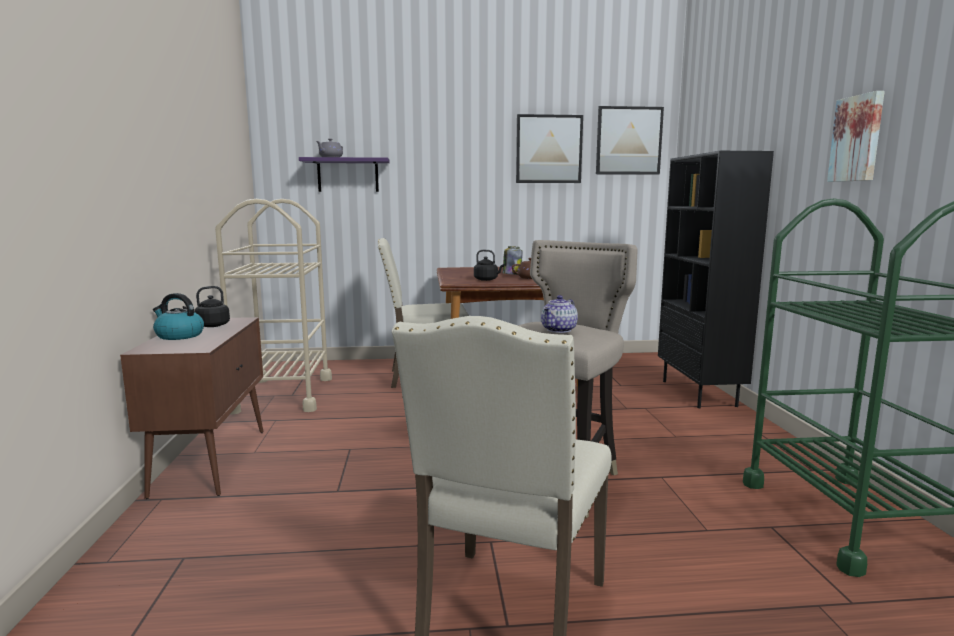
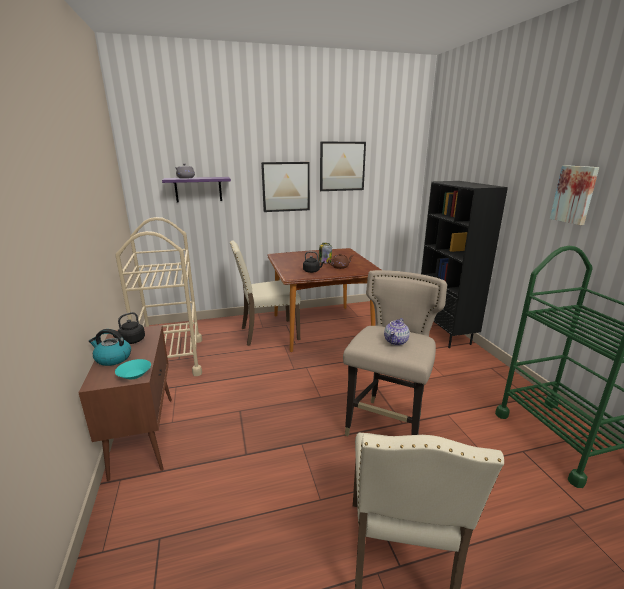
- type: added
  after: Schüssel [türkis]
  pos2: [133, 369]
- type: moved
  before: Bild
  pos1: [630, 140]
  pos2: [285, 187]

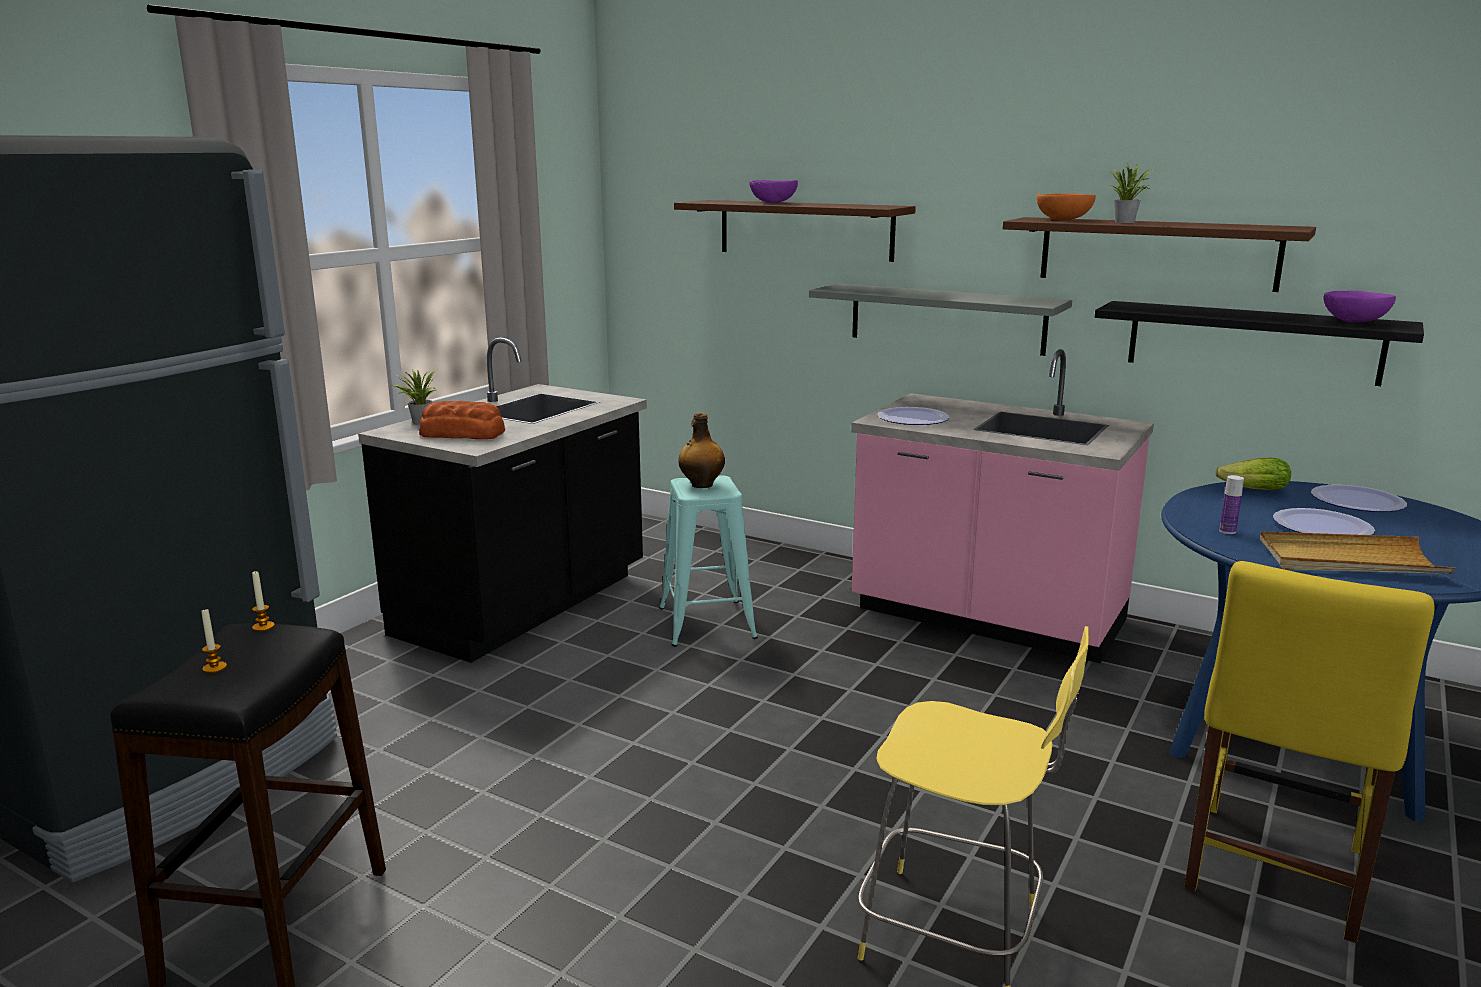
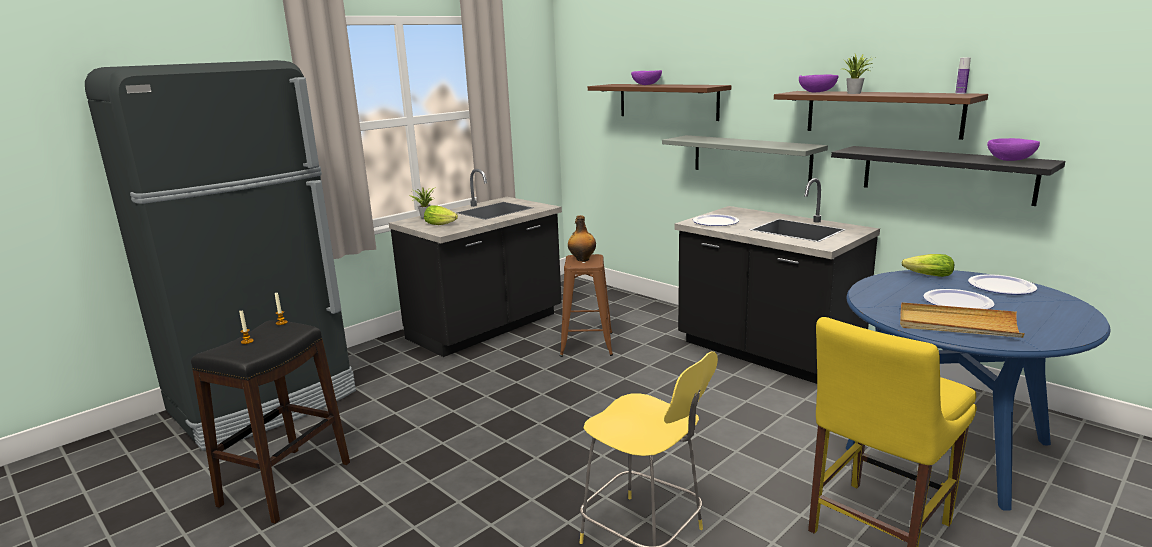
- type: replaced
  before: Brot
  after: Salatkopf
  pos1: [462, 420]
  pos2: [441, 215]
- type: recoloured
  before: Hocker [türkis]
  after: Hocker [braun]
  pos1: [708, 561]
  pos2: [586, 305]
- type: recoloured
  before: Küchenzeile [rosa]
  after: Küchenzeile [schwarz]
  pos1: [1002, 506]
  pos2: [777, 281]
- type: recoloured
  before: Schüssel [orange]
  after: Schüssel [lila]
  pos1: [1066, 206]
  pos2: [818, 83]
- type: moved
  before: Flasche
  pos1: [1231, 504]
  pos2: [963, 75]

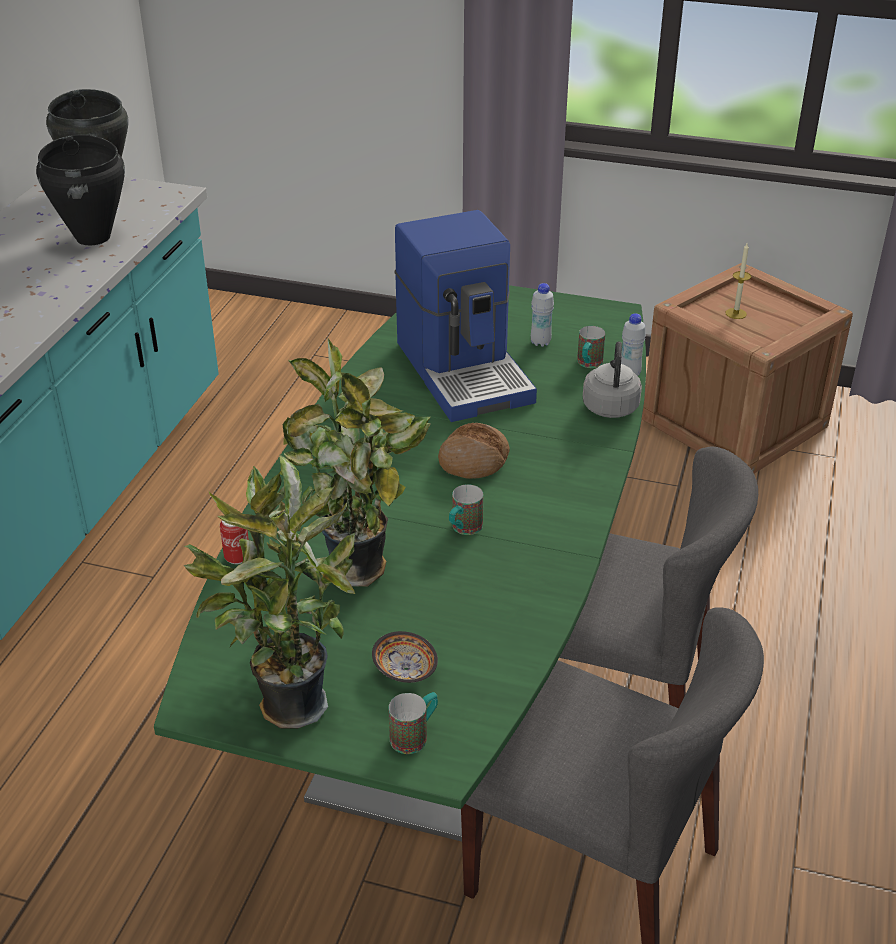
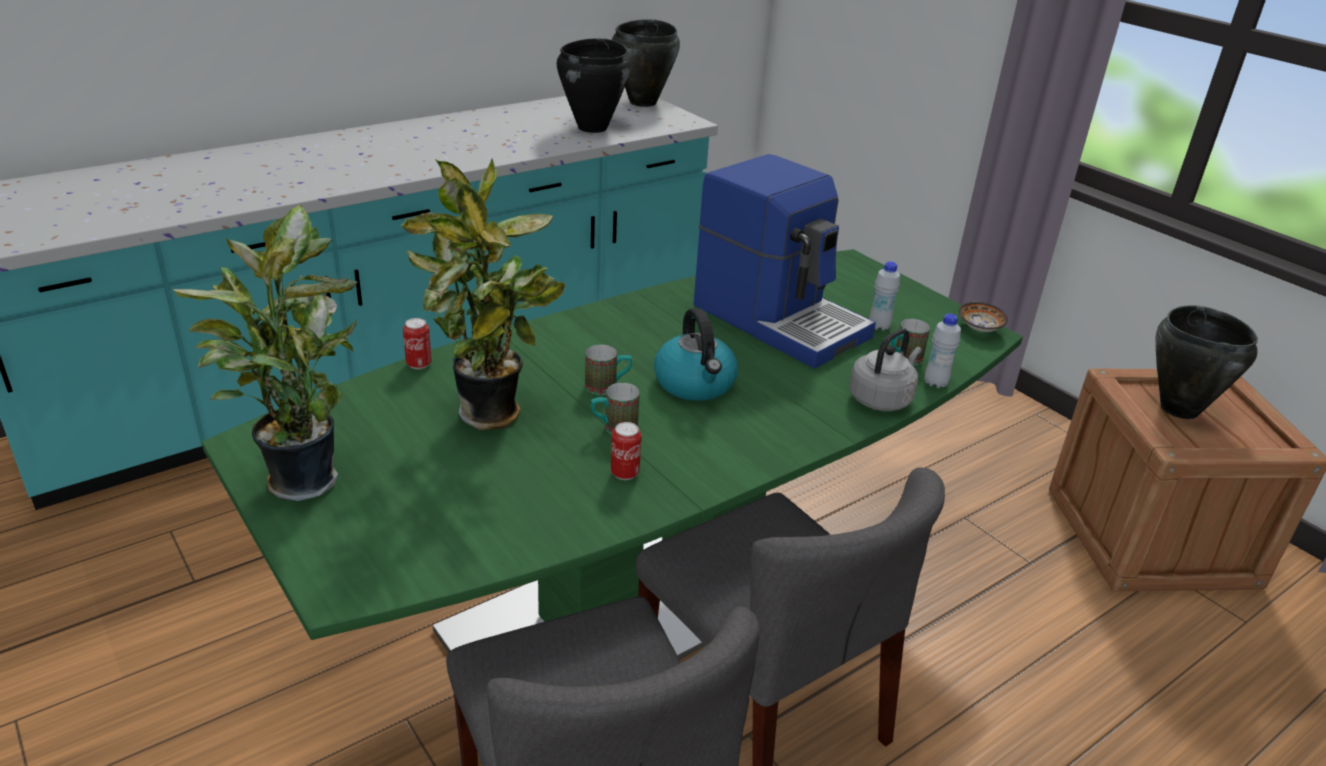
- type: moved
  before: Henkelbecher
  pos1: [413, 723]
  pos2: [608, 370]
- type: added
  after: Dose
  pos2: [626, 451]
- type: replaced
  before: Brot
  after: Wasserkessel
  pos1: [474, 451]
  pos2: [696, 354]
- type: turned
  before: Kaffeemaschine
  pos1: [466, 316]
  pos2: [784, 261]
  turn: -60
- type: moved
  before: Schüssel
  pos1: [405, 657]
  pos2: [983, 317]
- type: replaced
  before: Kerze
  after: Kochtopf [schwarz]
  pos1: [738, 281]
  pos2: [1206, 362]

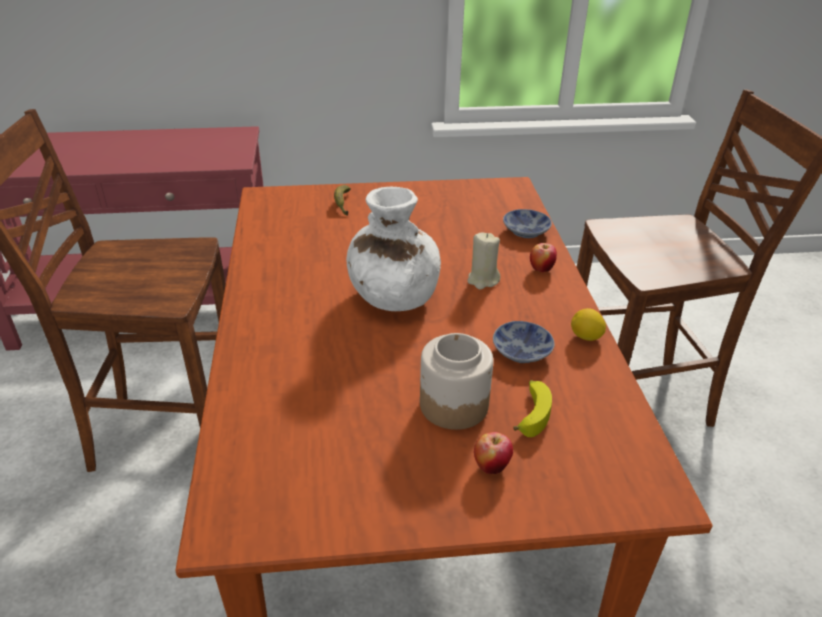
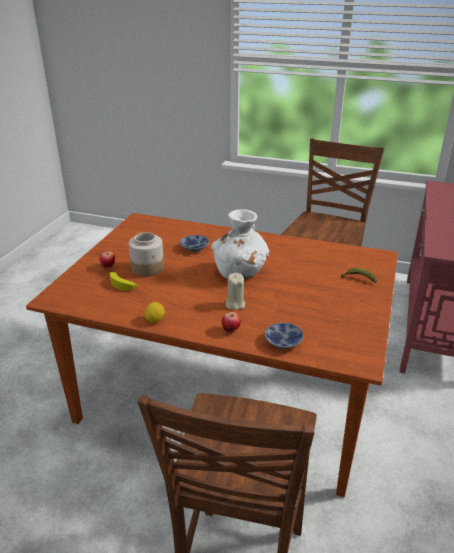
- type: moved
  before: Schüssel
  pos1: [524, 342]
  pos2: [194, 243]

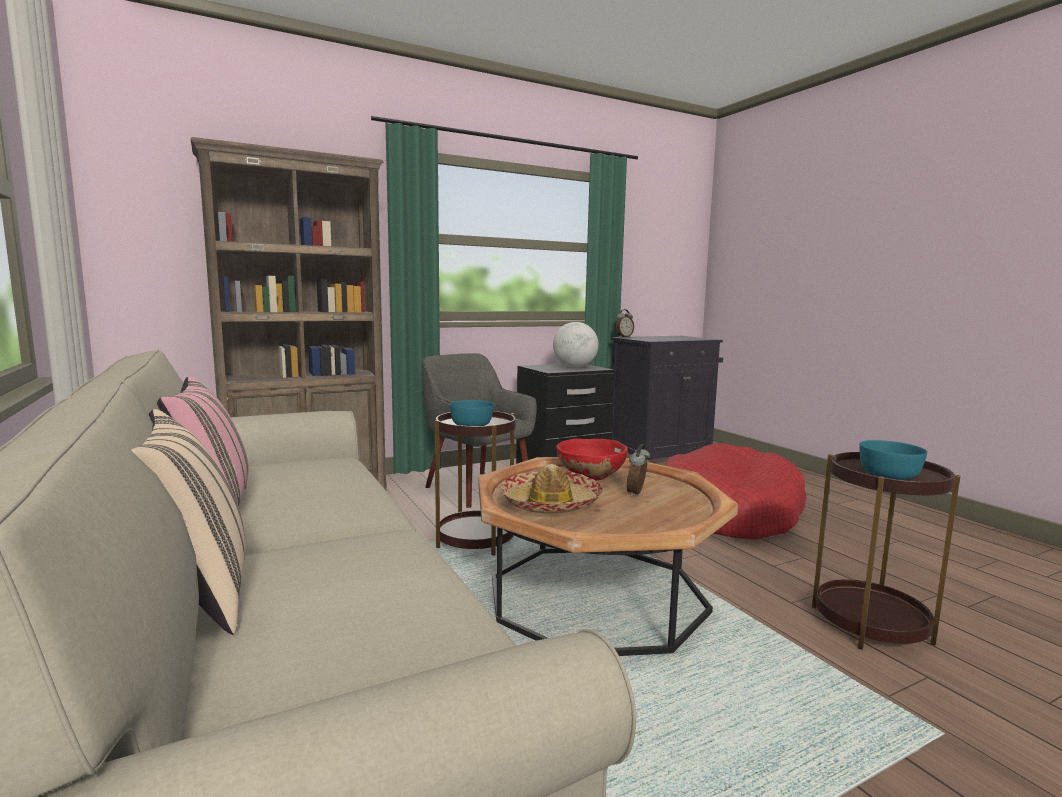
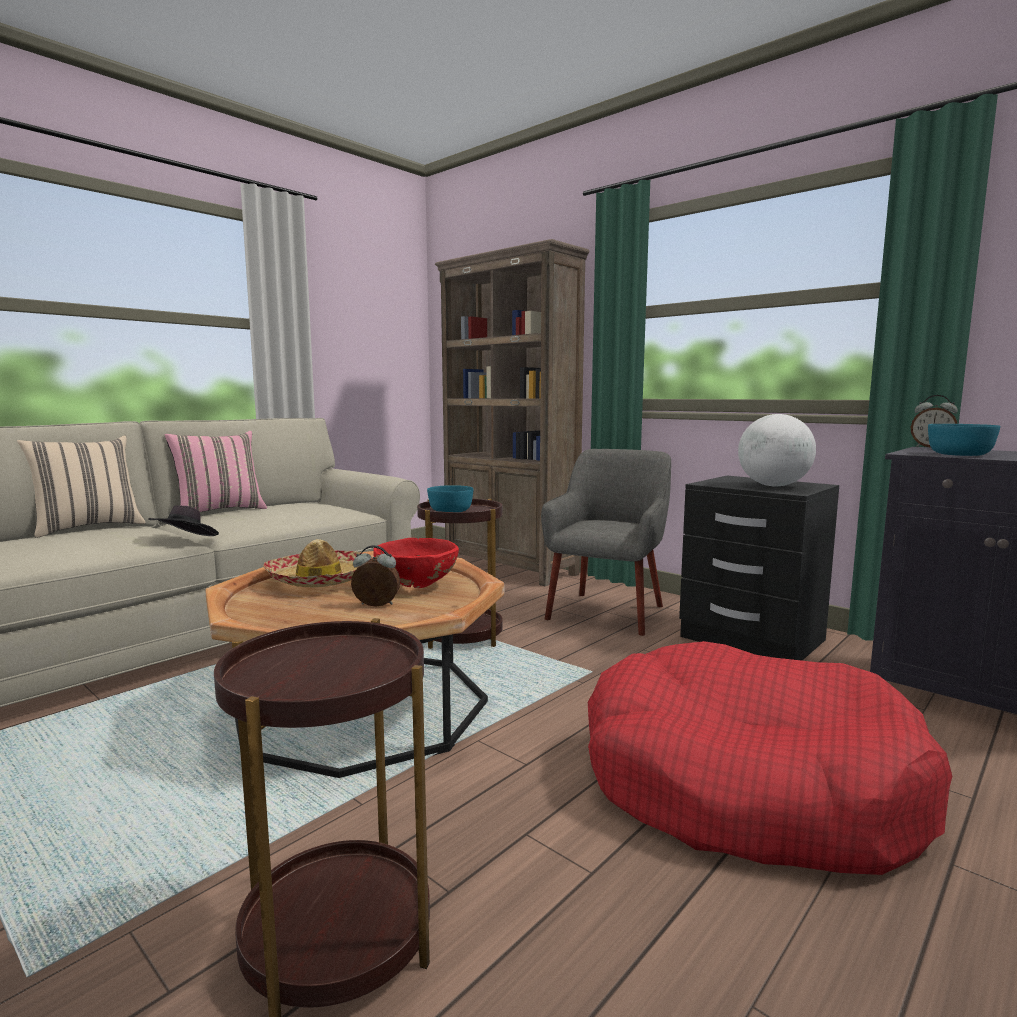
- type: added
  after: Hut [schwarz]
  pos2: [183, 521]
- type: moved
  before: Schüssel [türkis]
  pos1: [893, 460]
  pos2: [964, 440]

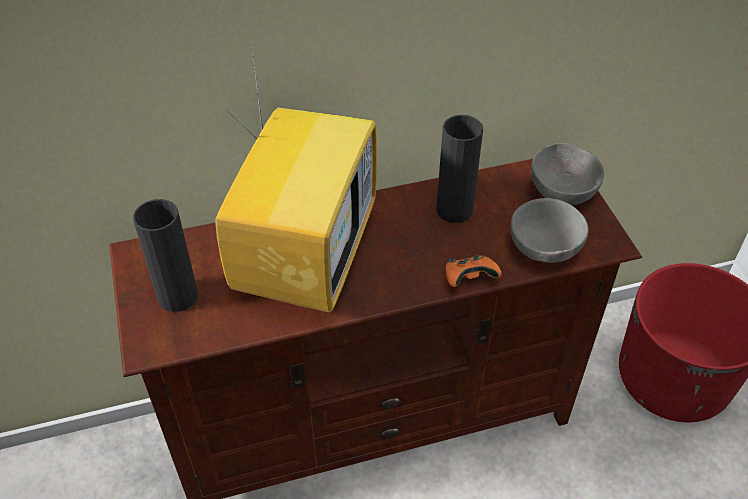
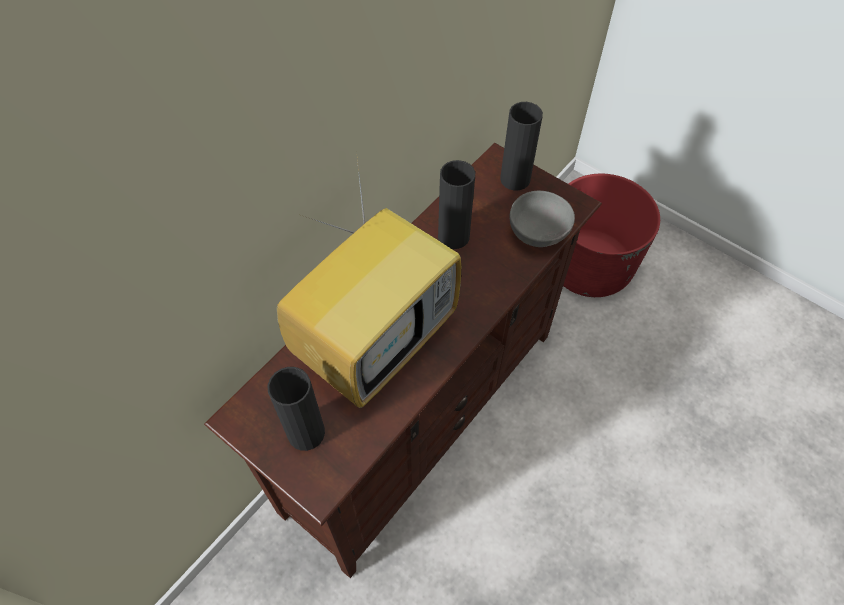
- type: turned
  before: Fernseher
  pos1: [296, 173]
  pos2: [369, 283]
  turn: 60
- type: replaced
  before: Schüssel [grau]
  after: Vase [schwarz]
  pos1: [567, 174]
  pos2: [521, 146]
- type: removed
  before: Gamepad [orange]
  pos1: [473, 271]

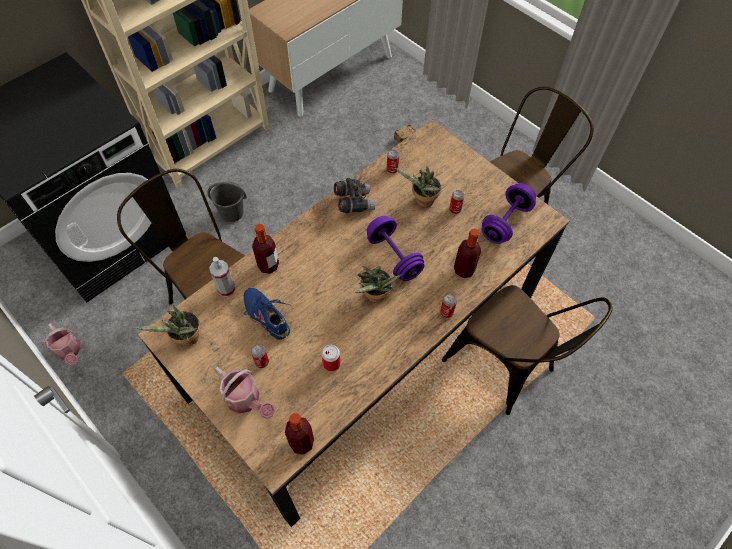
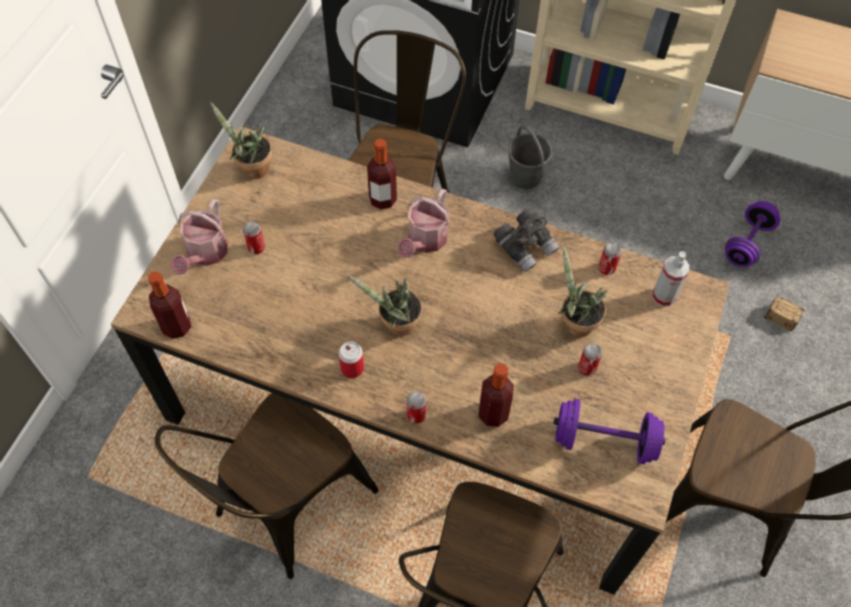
- type: added
  after: Stuhl [braun]
  pos2: [266, 486]
- type: moved
  before: Dose
  pos1: [331, 358]
  pos2: [351, 359]
- type: moved
  before: Gießkanne
  pos1: [62, 344]
  pos2: [423, 223]
- type: moved
  before: Sprühflasche
  pos1: [222, 277]
  pos2: [671, 279]
- type: moved
  before: Hantel [lila]
  pos1: [395, 248]
  pos2: [752, 234]
- type: removed
  before: Schuh [blau]
  pos1: [266, 313]

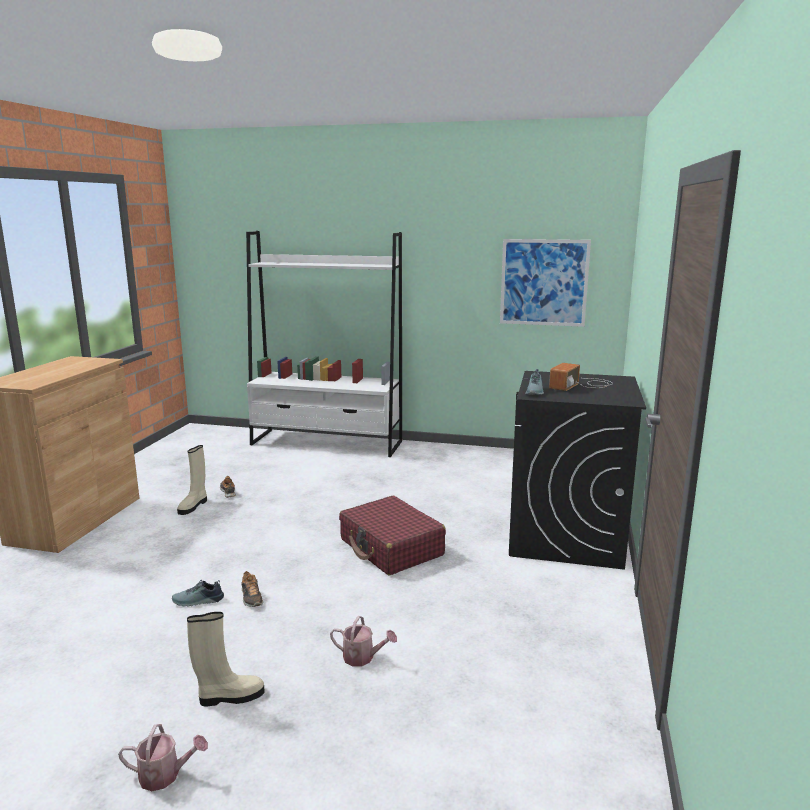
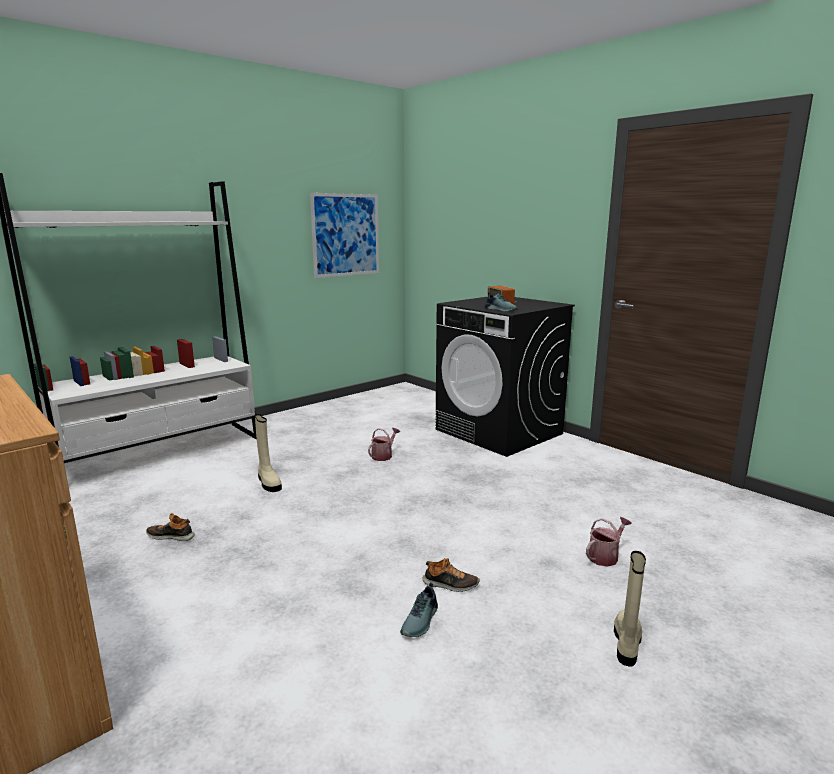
- type: moved
  before: Stiefel [beige]
  pos1: [192, 480]
  pos2: [268, 453]
- type: moved
  before: Gießkanne
  pos1: [163, 757]
  pos2: [384, 444]
- type: removed
  before: Koffer [rot]
  pos1: [392, 535]

